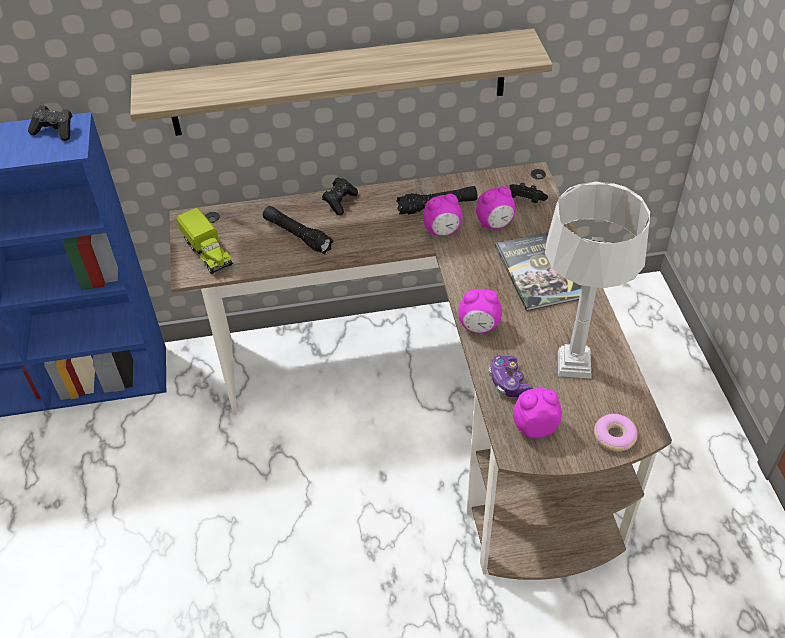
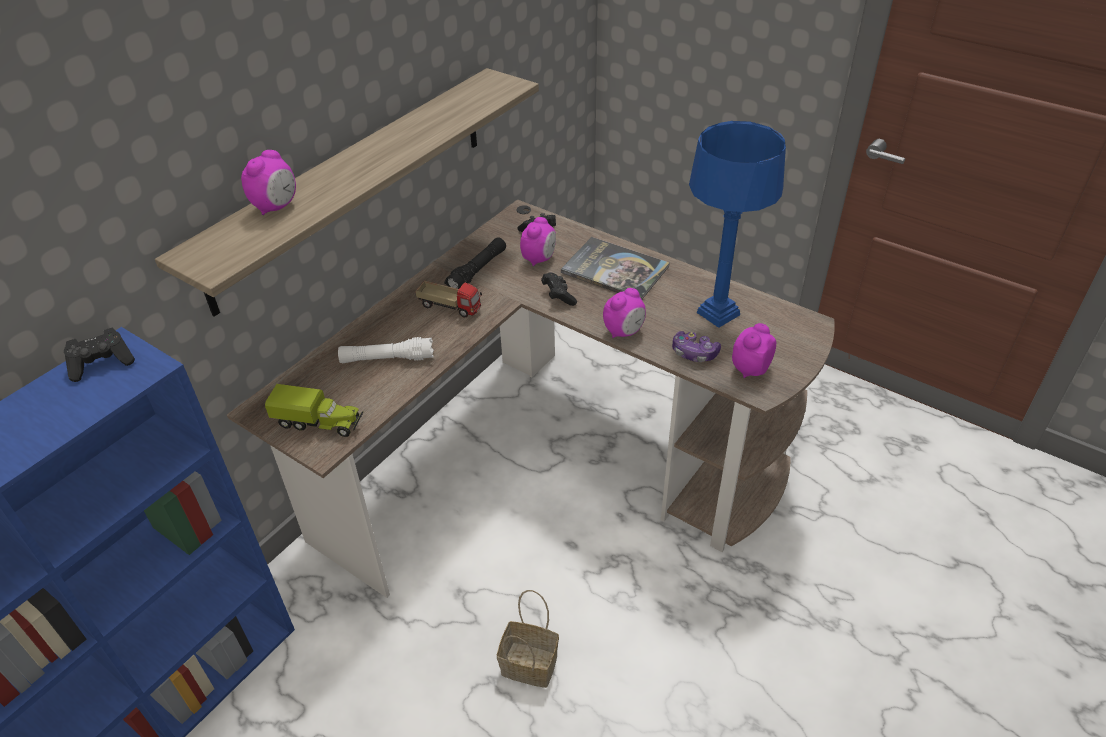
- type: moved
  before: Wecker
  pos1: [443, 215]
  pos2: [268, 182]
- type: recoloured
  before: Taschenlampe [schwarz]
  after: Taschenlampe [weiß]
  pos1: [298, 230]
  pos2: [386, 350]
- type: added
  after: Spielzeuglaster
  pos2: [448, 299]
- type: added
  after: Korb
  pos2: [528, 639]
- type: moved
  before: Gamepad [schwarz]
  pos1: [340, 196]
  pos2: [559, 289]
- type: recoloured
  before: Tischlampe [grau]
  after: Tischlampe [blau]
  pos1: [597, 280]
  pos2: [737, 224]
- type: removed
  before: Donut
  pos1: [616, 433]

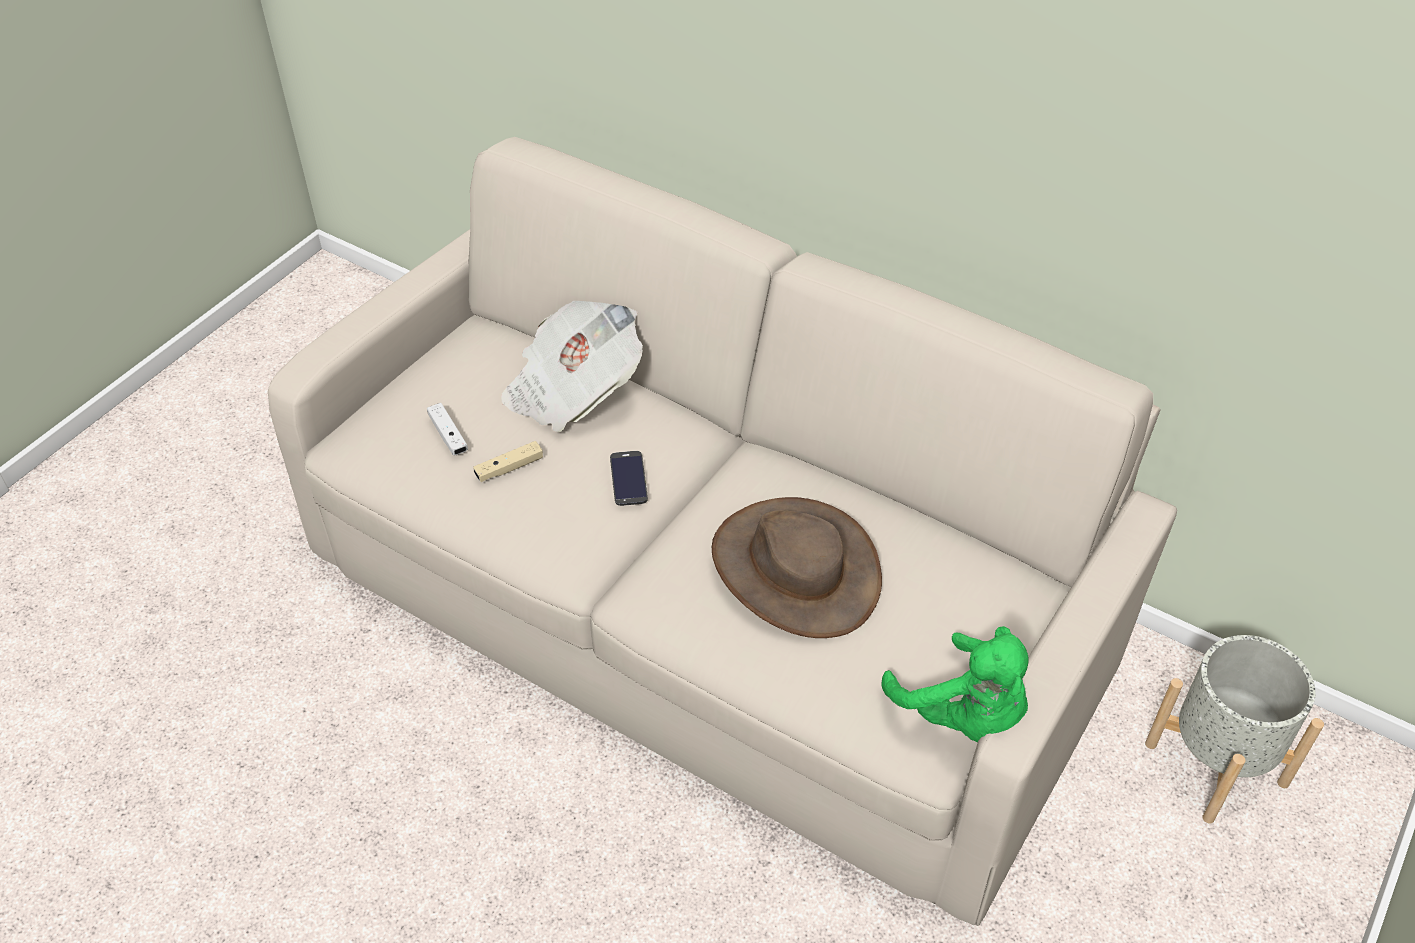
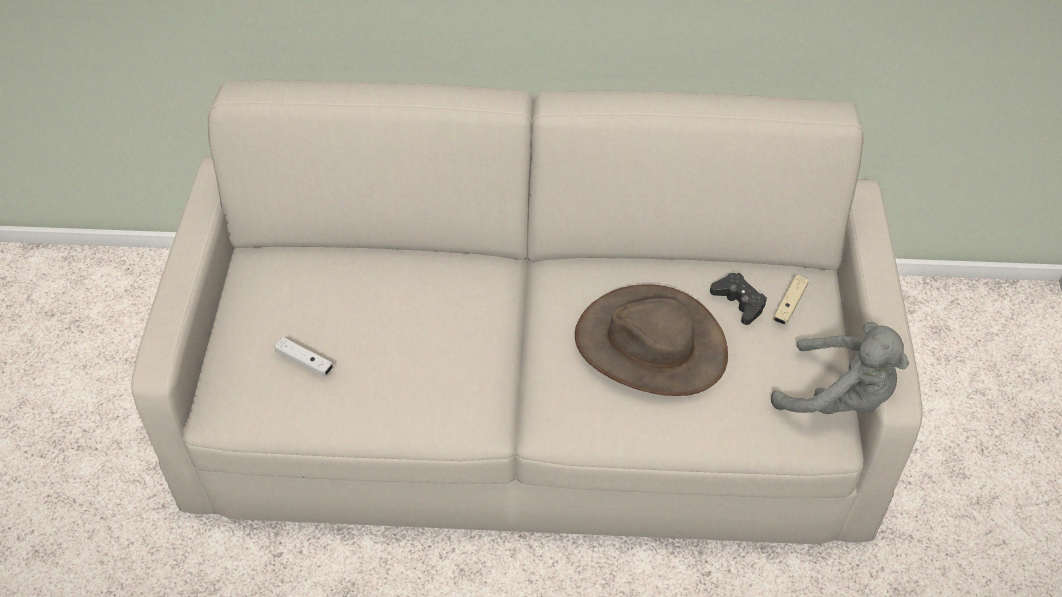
- type: added
  after: Gamepad [schwarz]
  pos2: [738, 299]
- type: recoloured
  before: Plüschtier [grün]
  after: Plüschtier [grau]
  pos1: [955, 684]
  pos2: [840, 368]
- type: moved
  before: Gamepad [beige]
  pos1: [508, 461]
  pos2: [791, 300]
- type: removed
  before: Zeitung
  pos1: [572, 366]
- type: removed
  before: Handy
  pos1: [629, 478]
- type: removed
  before: Pflanzkübel [grau]
  pos1: [1234, 729]

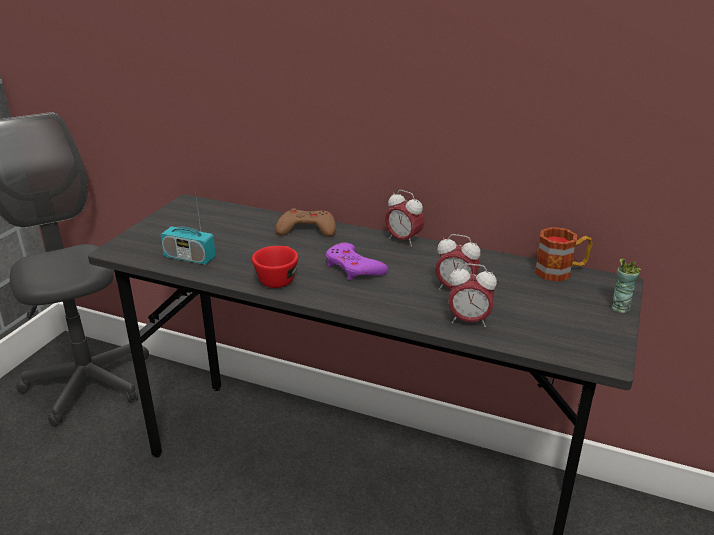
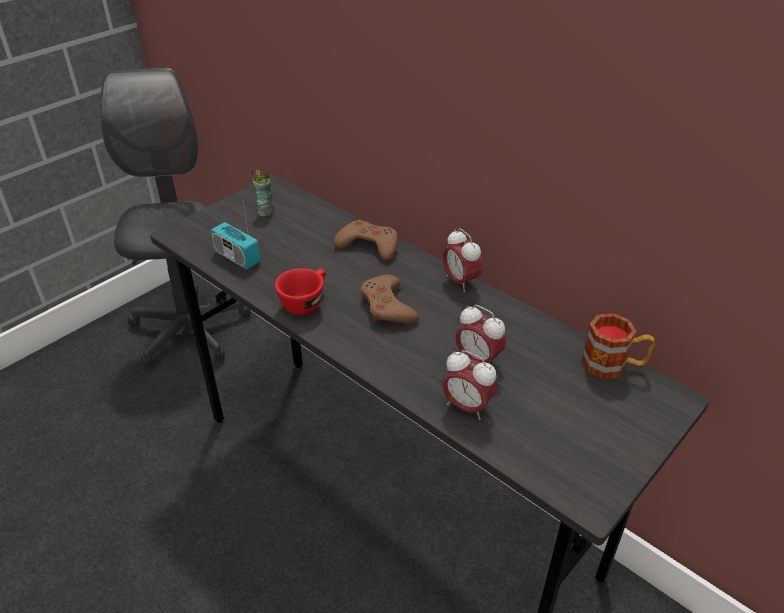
- type: moved
  before: Tasse
  pos1: [626, 285]
  pos2: [262, 192]
- type: recoloured
  before: Gamepad [lila]
  after: Gamepad [braun]
  pos1: [357, 261]
  pos2: [390, 299]

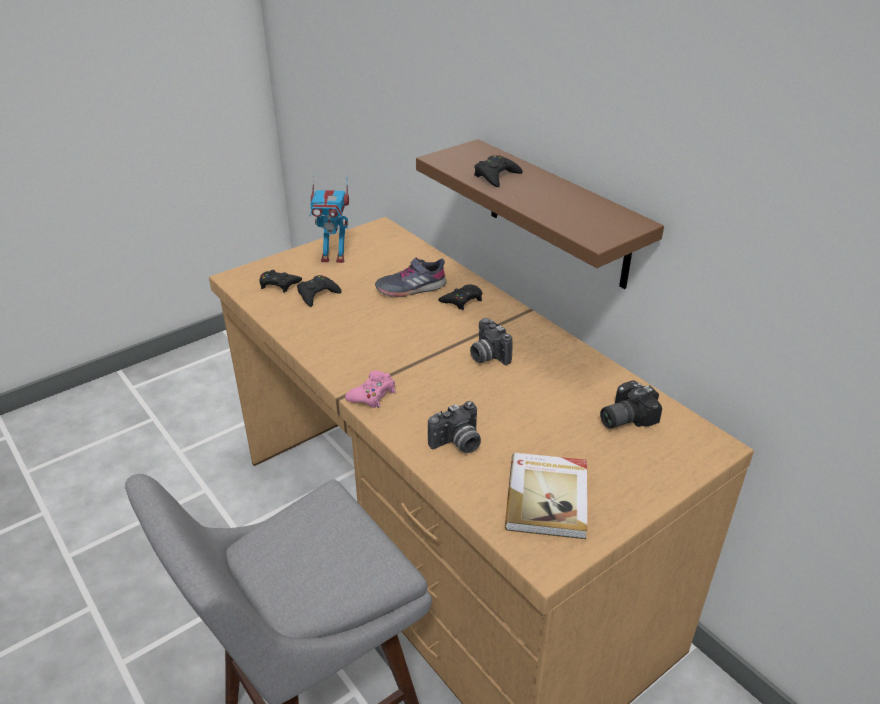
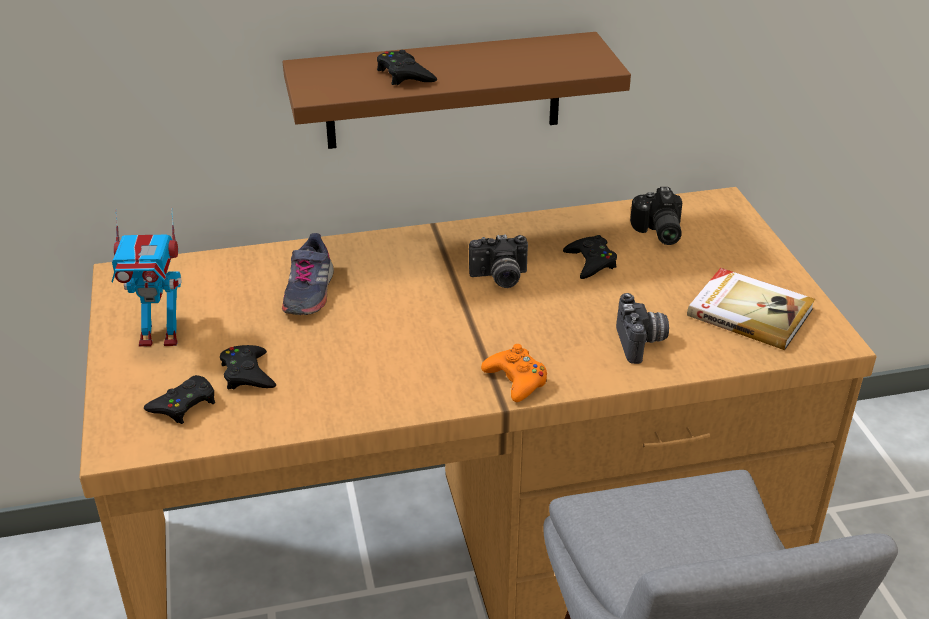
- type: turned
  before: Spielzeugroboter
  pos1: [329, 218]
  pos2: [146, 277]
  turn: 60
- type: recoloured
  before: Gamepad [rosa]
  after: Gamepad [orange]
  pos1: [370, 389]
  pos2: [514, 373]
- type: moved
  before: Gamepad [schwarz]
  pos1: [460, 297]
  pos2: [590, 257]

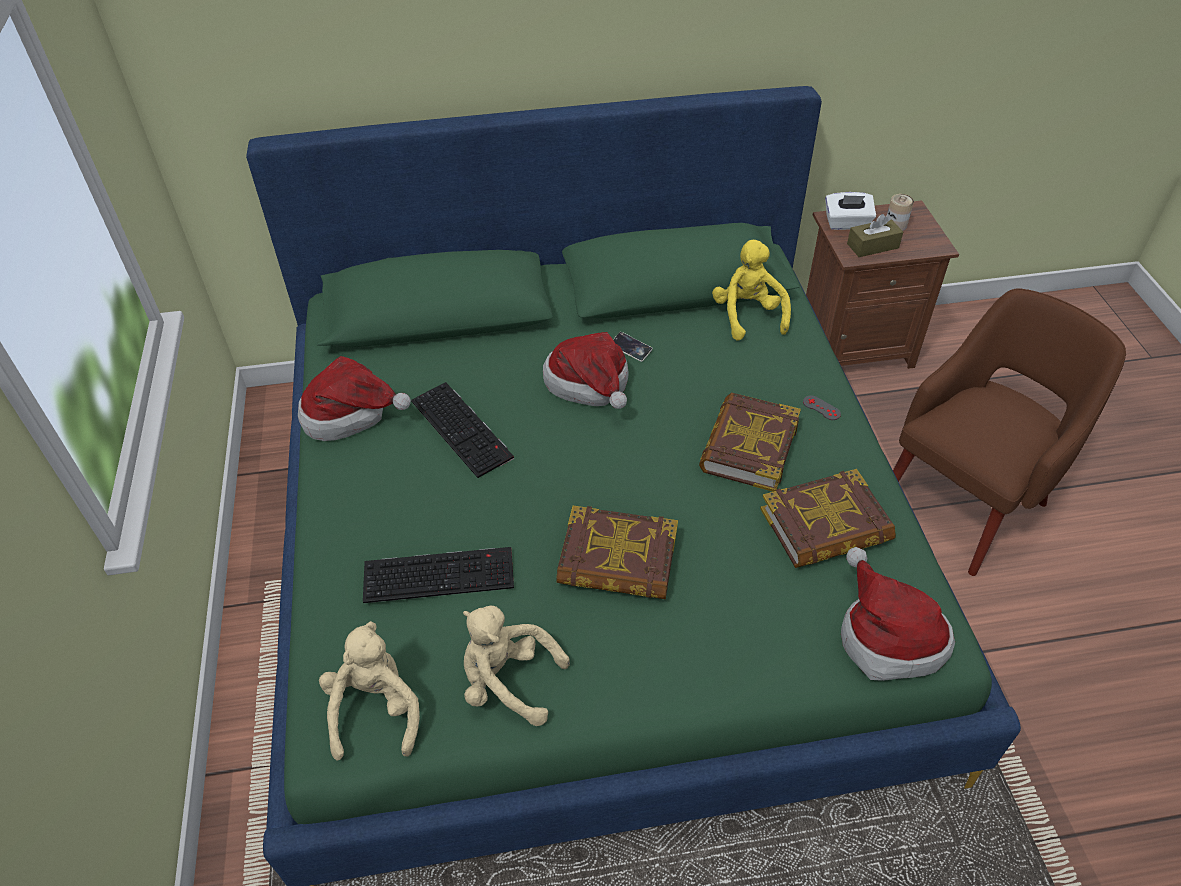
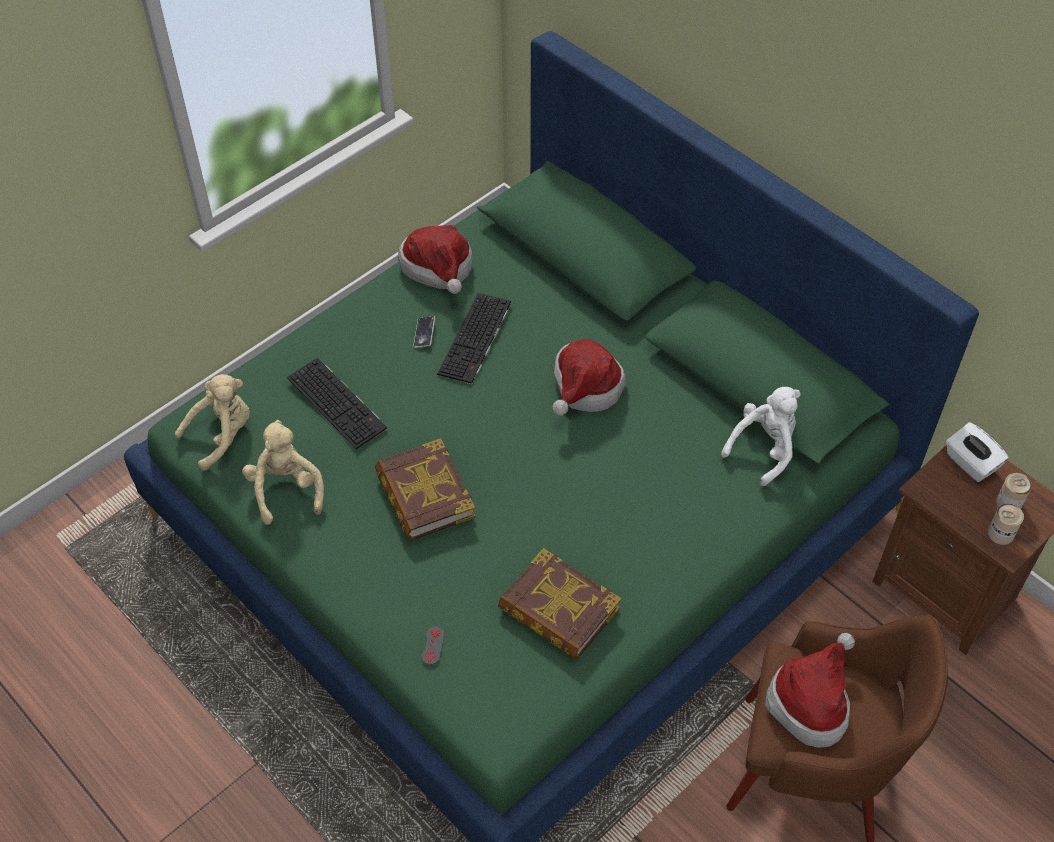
- type: moved
  before: Handy
  pos1: [633, 347]
  pos2: [424, 332]
- type: moved
  before: Gamepad [grau]
  pos1: [822, 407]
  pos2: [433, 645]
- type: recoloured
  before: Plüschtier [gelb]
  after: Plüschtier [weiß]
  pos1: [751, 290]
  pos2: [761, 436]
- type: moved
  before: Hut
  pos1: [898, 614]
  pos2: [810, 690]
- type: added
  after: Dose
  pos2: [1006, 524]
- type: removed
  before: Buch
  pos1: [750, 442]
- type: removed
  before: Taschentuchbox [braun]
  pos1: [875, 235]

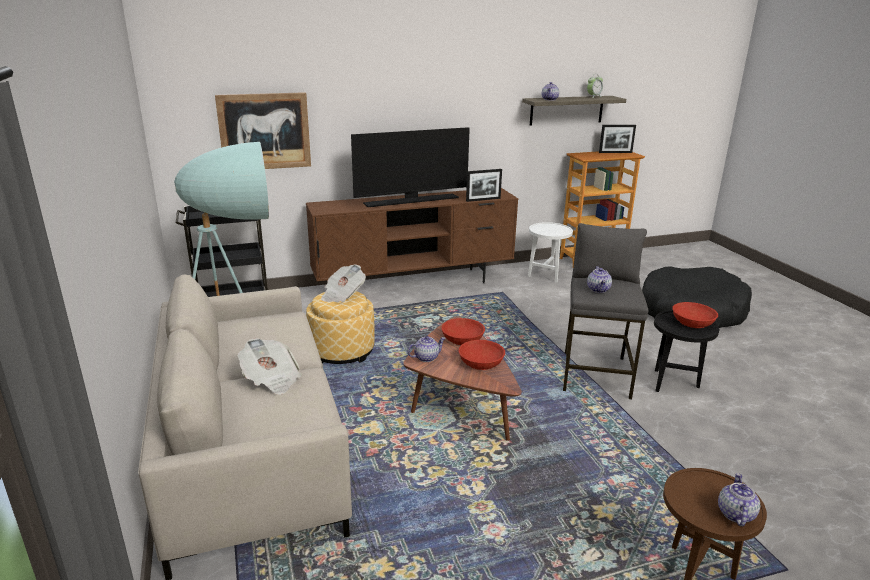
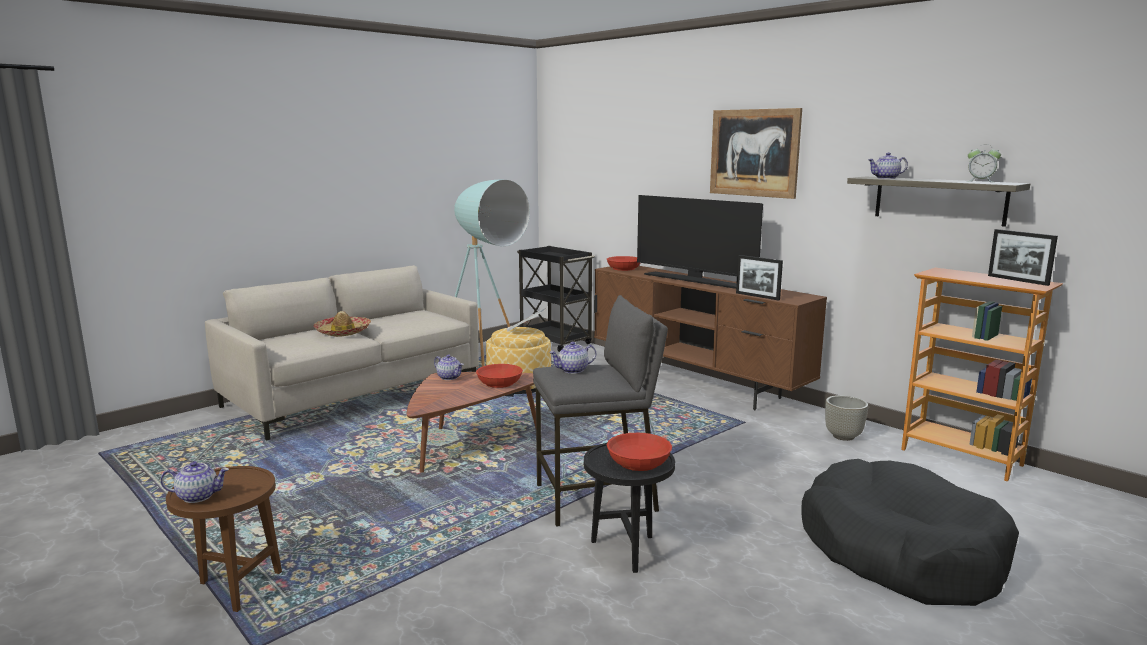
- type: replaced
  before: Zeitung
  after: Hut
  pos1: [270, 366]
  pos2: [342, 324]
- type: moved
  before: Schüssel [rot]
  pos1: [481, 355]
  pos2: [623, 263]
- type: moved
  before: Bild
  pos1: [263, 130]
  pos2: [756, 153]
- type: replaced
  before: Beistelltisch [weiß]
  after: Pflanzkübel [grau]
  pos1: [550, 252]
  pos2: [846, 418]

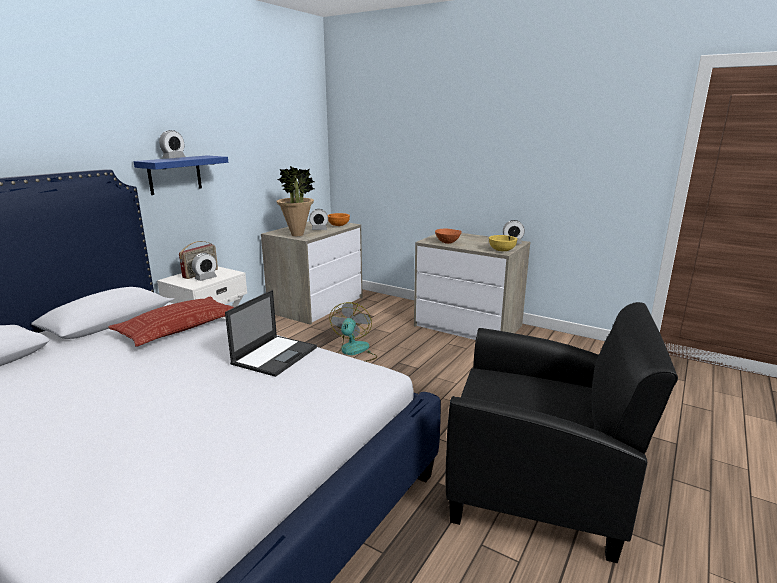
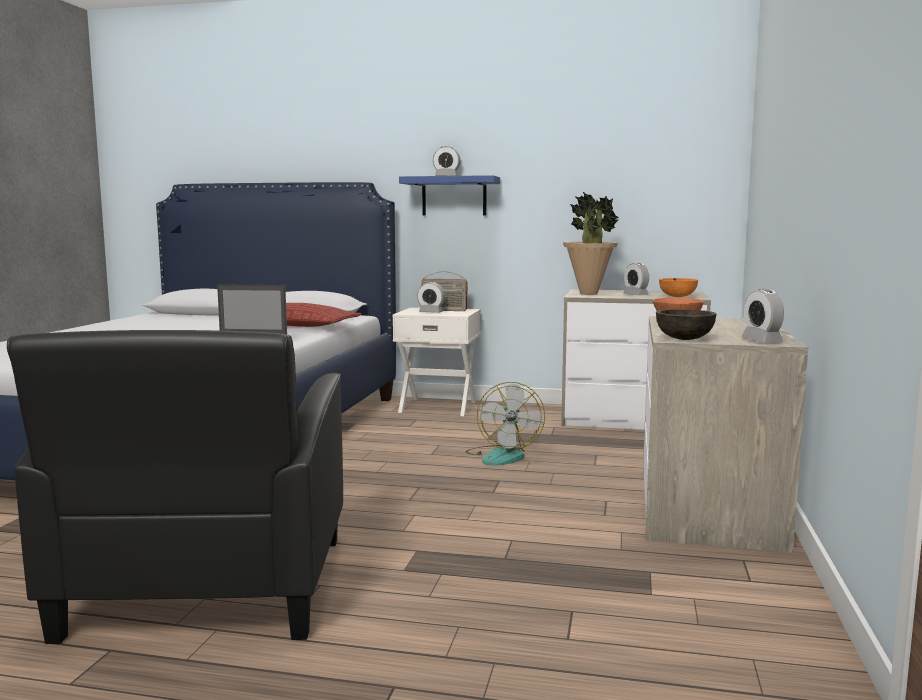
- type: turned
  before: Ventilator
  pos1: [353, 332]
  pos2: [505, 424]
  turn: 105
- type: recoloured
  before: Schüssel [gelb]
  after: Schüssel [braun]
  pos1: [503, 243]
  pos2: [686, 324]

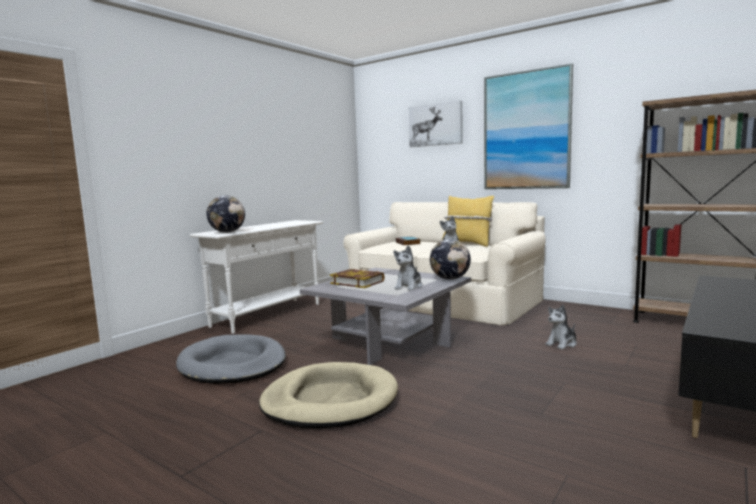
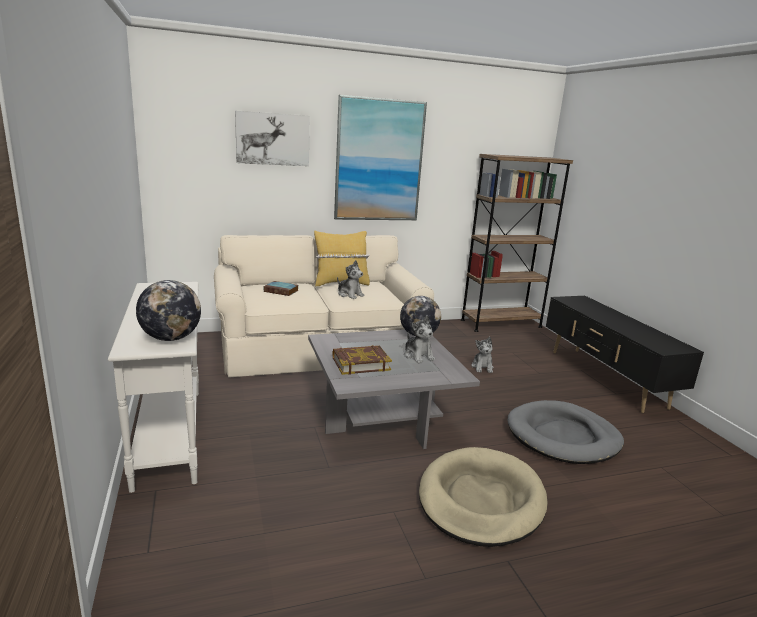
- type: moved
  before: Hundebett [grau]
  pos1: [231, 359]
  pos2: [565, 432]

